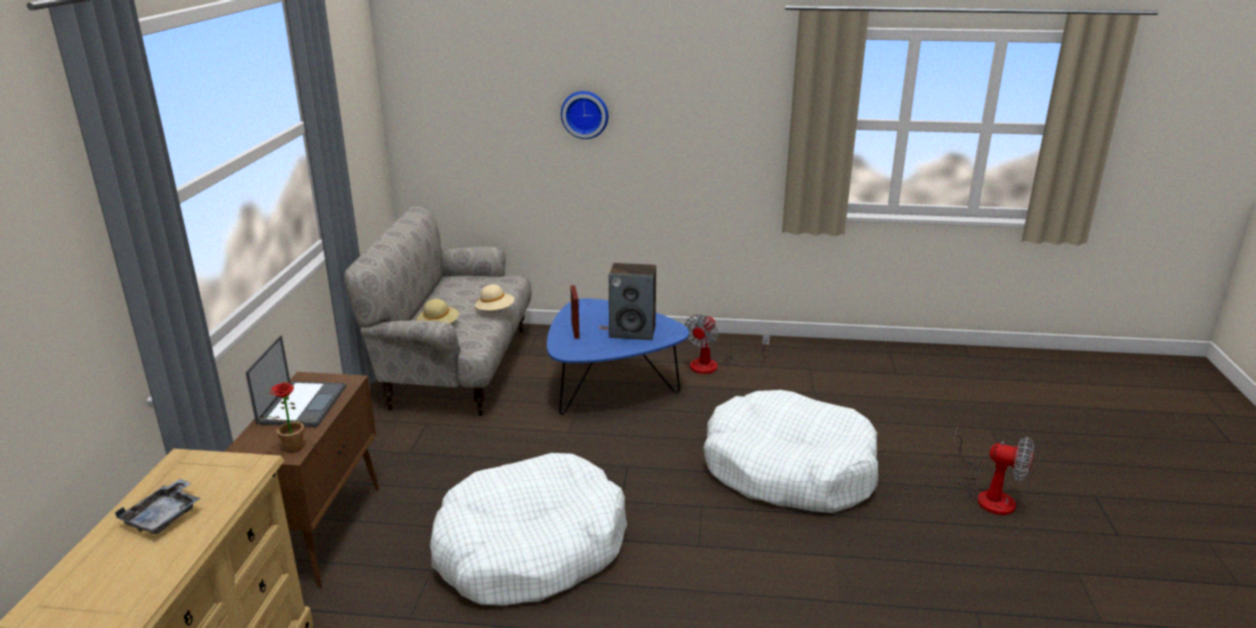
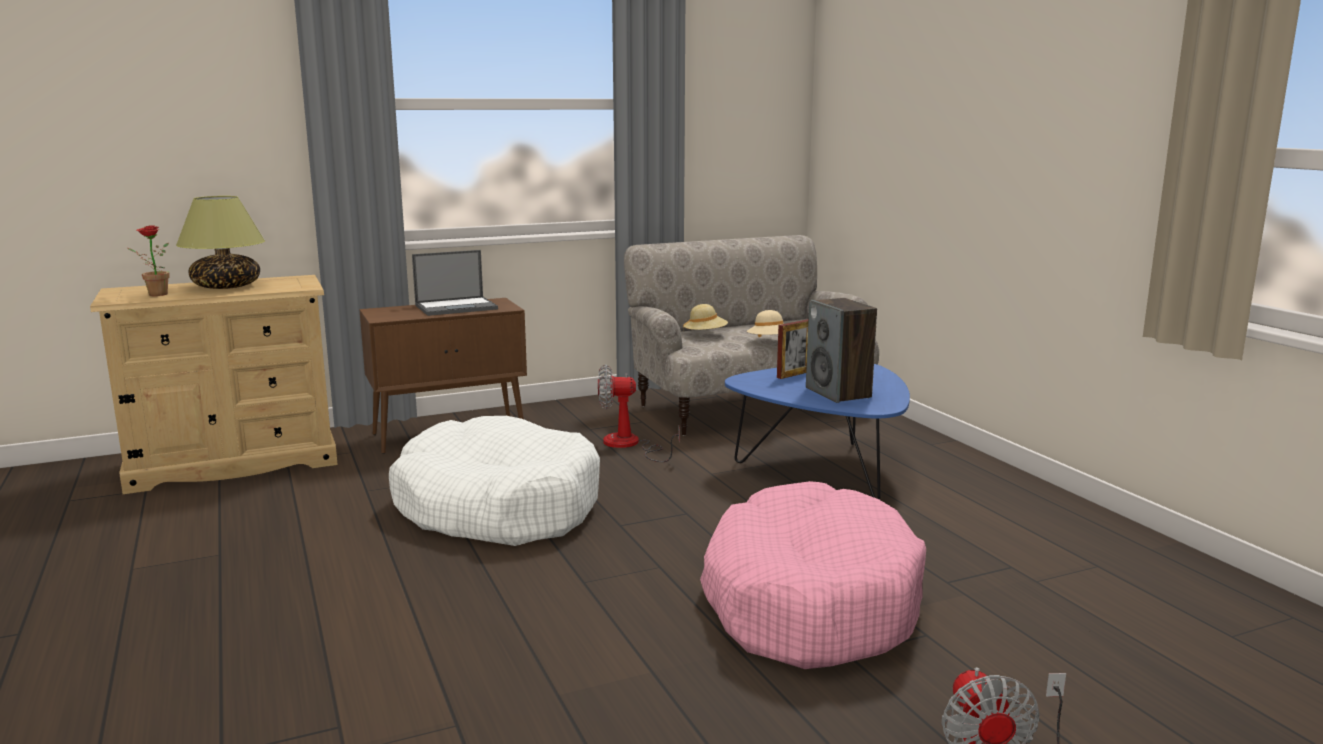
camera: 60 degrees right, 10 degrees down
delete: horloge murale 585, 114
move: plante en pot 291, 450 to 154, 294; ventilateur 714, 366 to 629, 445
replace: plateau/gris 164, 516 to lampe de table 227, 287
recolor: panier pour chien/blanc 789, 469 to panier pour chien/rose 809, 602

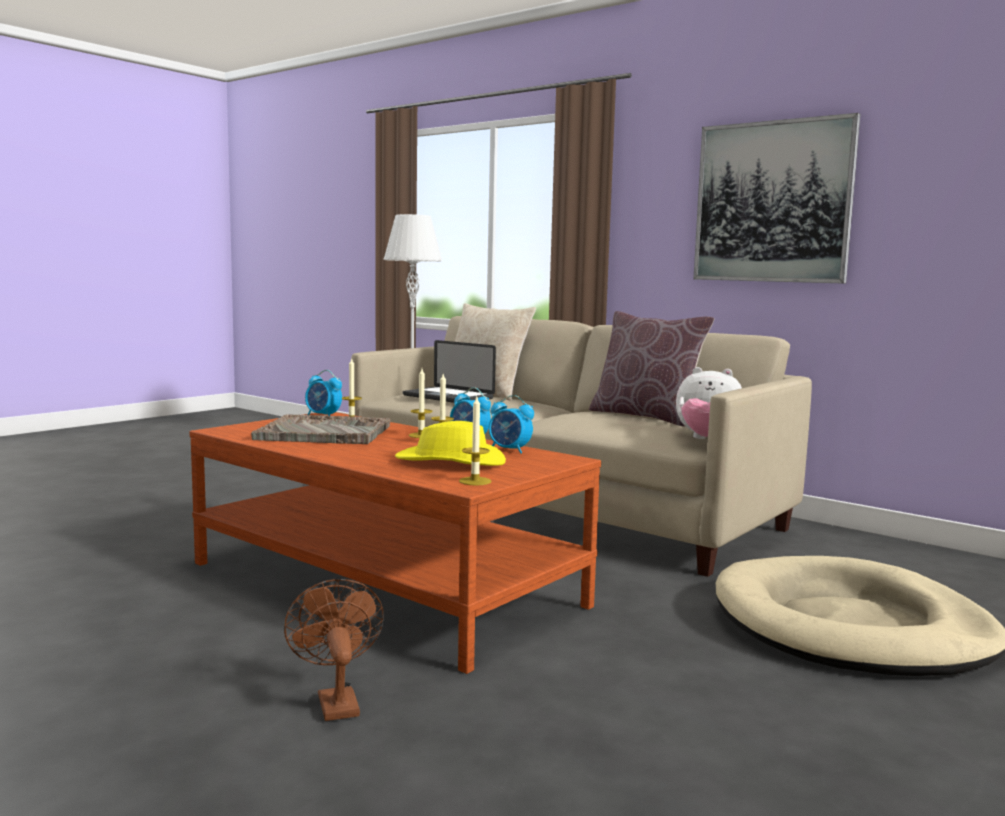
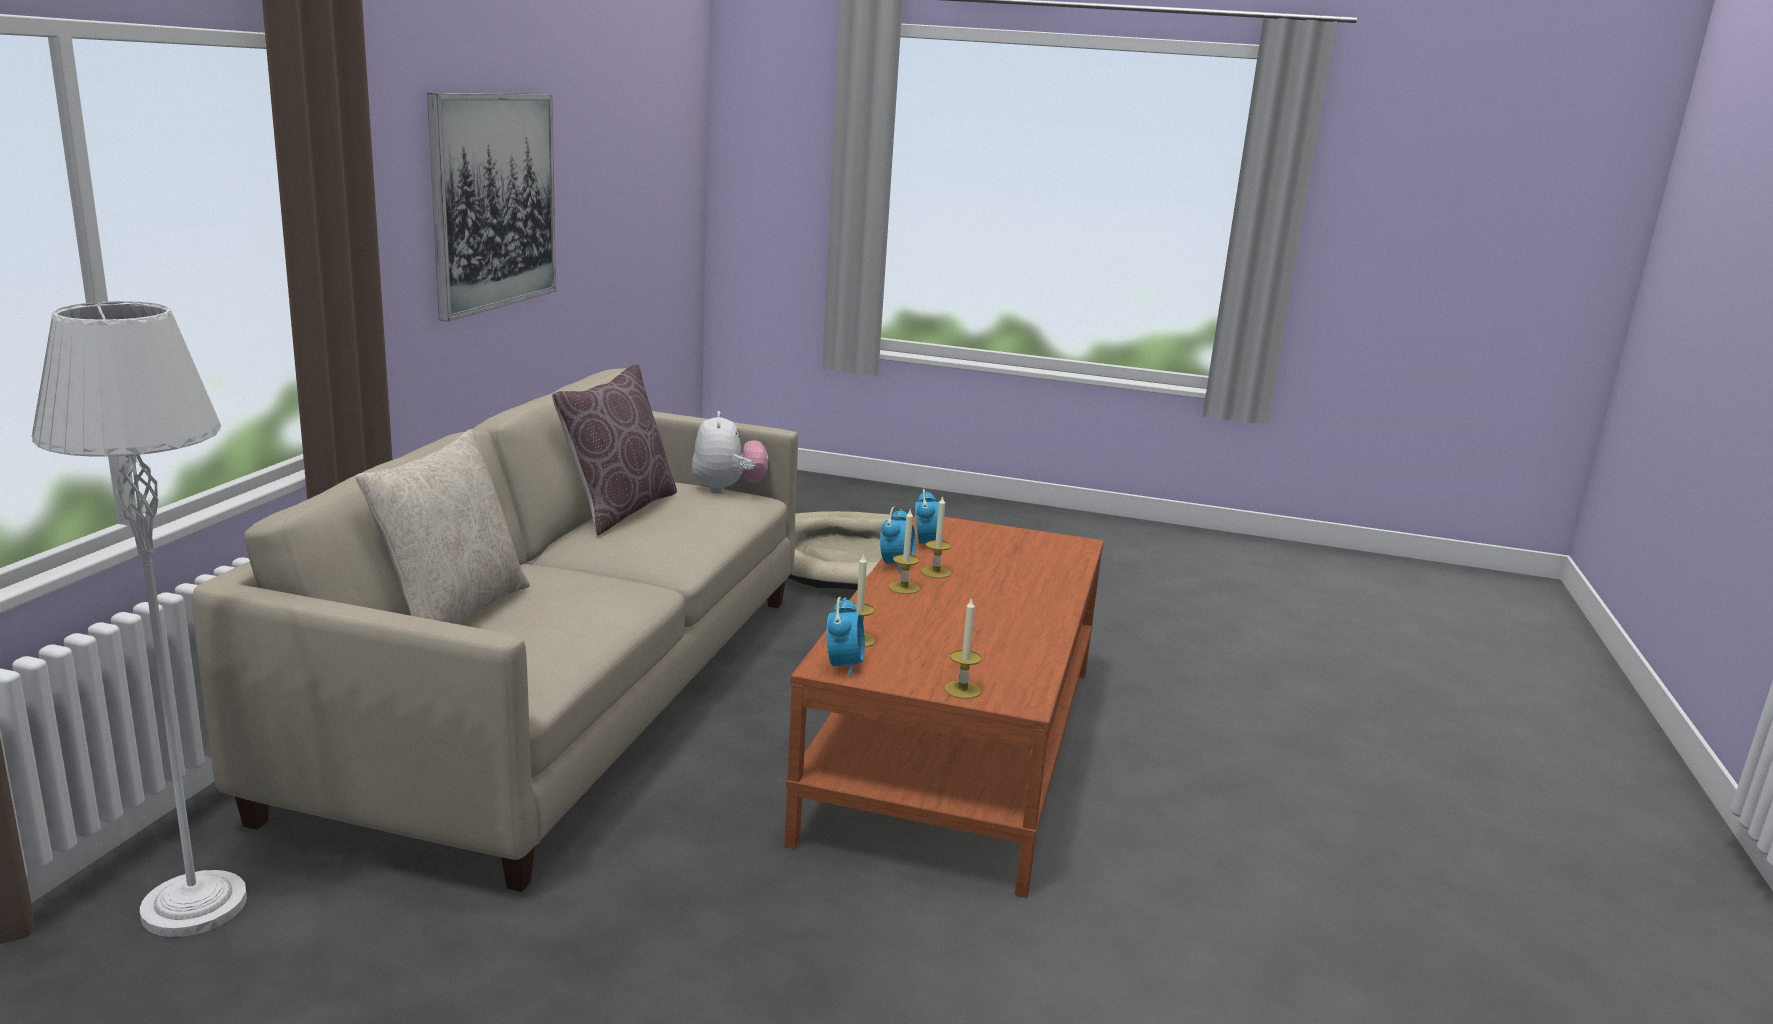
camera: 115 degrees left, 10 degrees up
delete: plateau/gris 325, 433; ventilateur/marron 335, 701; chapeau/jaune 451, 461; ordinateur portable 448, 397
move: bougie 475, 481 to 962, 690

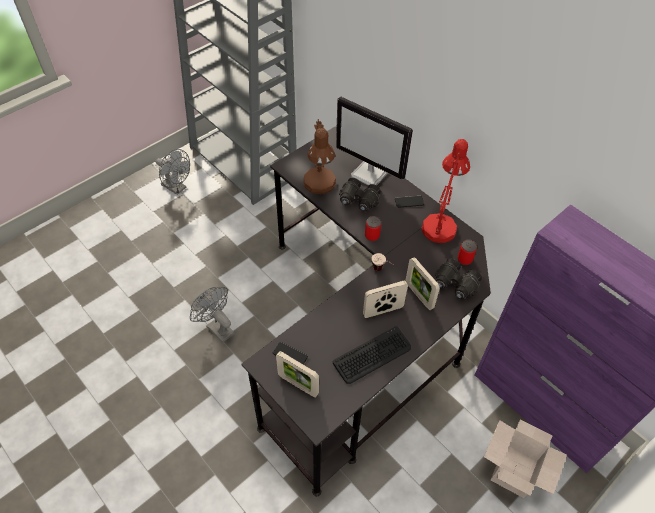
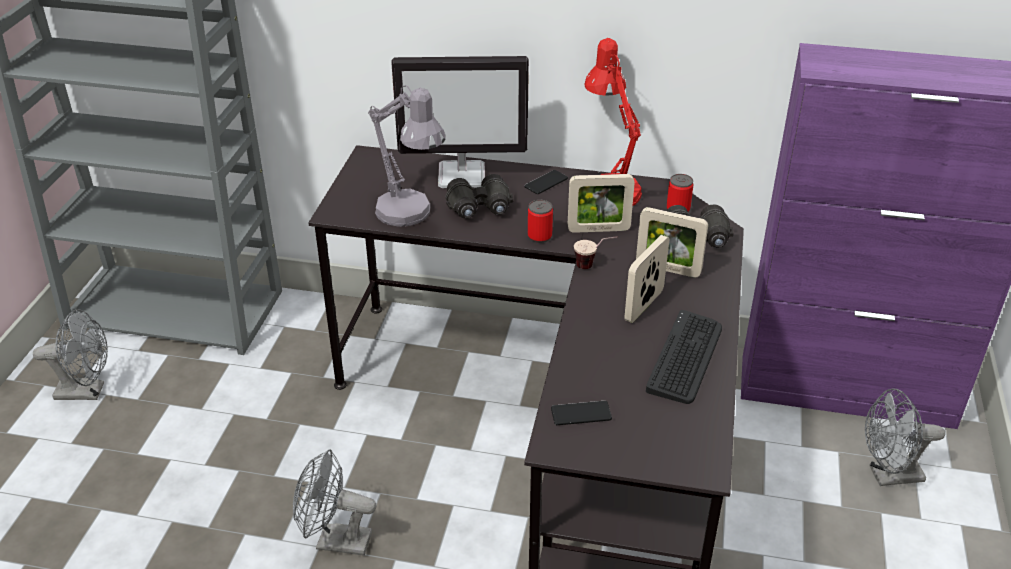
camera: 35 degrees left, 15 degrees down
move: cadre photo 298, 385 to 598, 229
replace: carton 514, 472 to ventilateur/gris 888, 476
recolor: lampe de table/marron 320, 187 to lampe de table/gris 410, 216

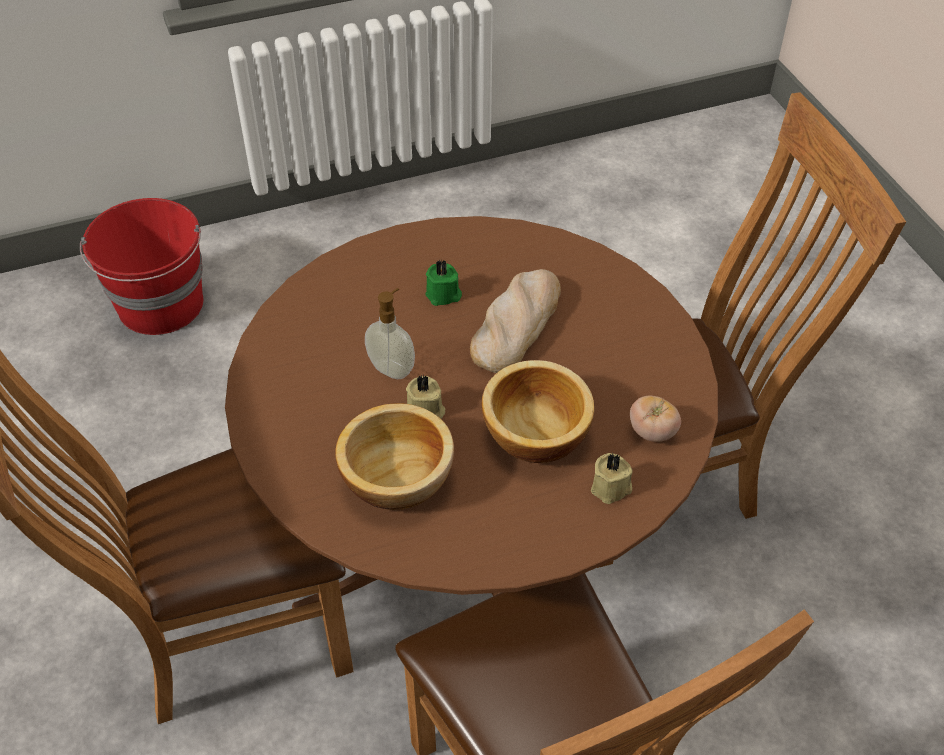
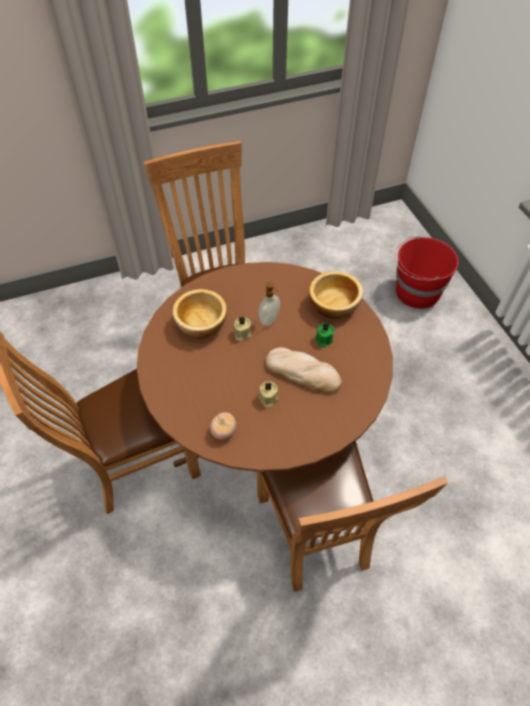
camera: 90 degrees right, 5 degrees up
move: bol 534, 432 to 334, 304; bougie/beige 611, 488 to 267, 399

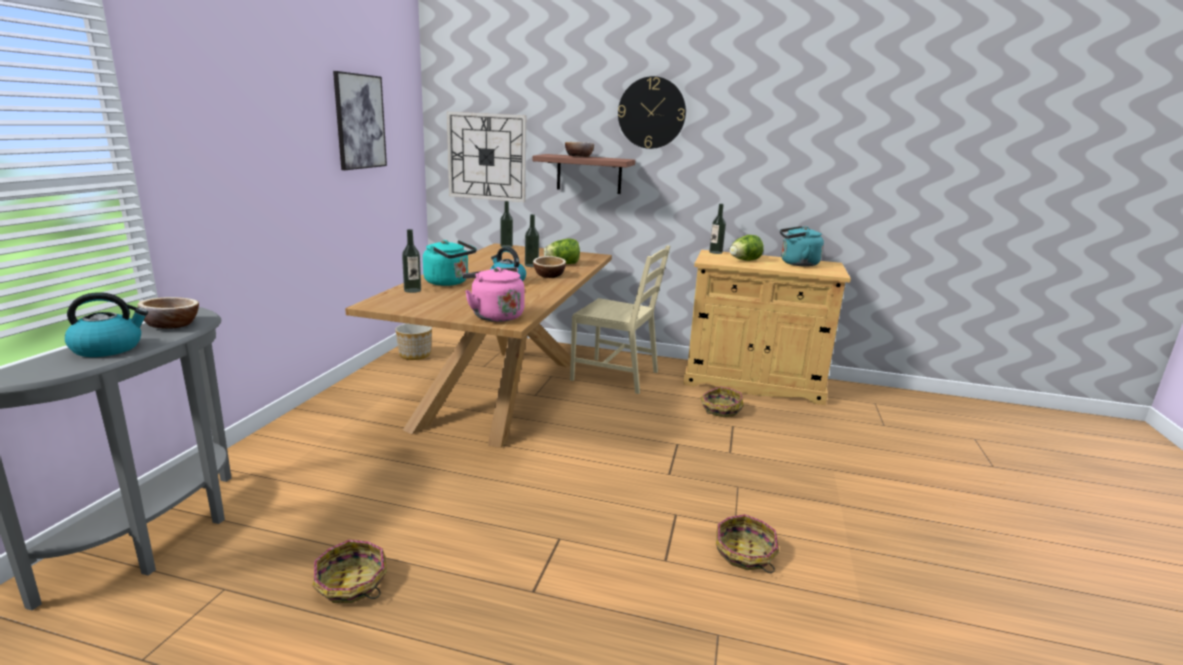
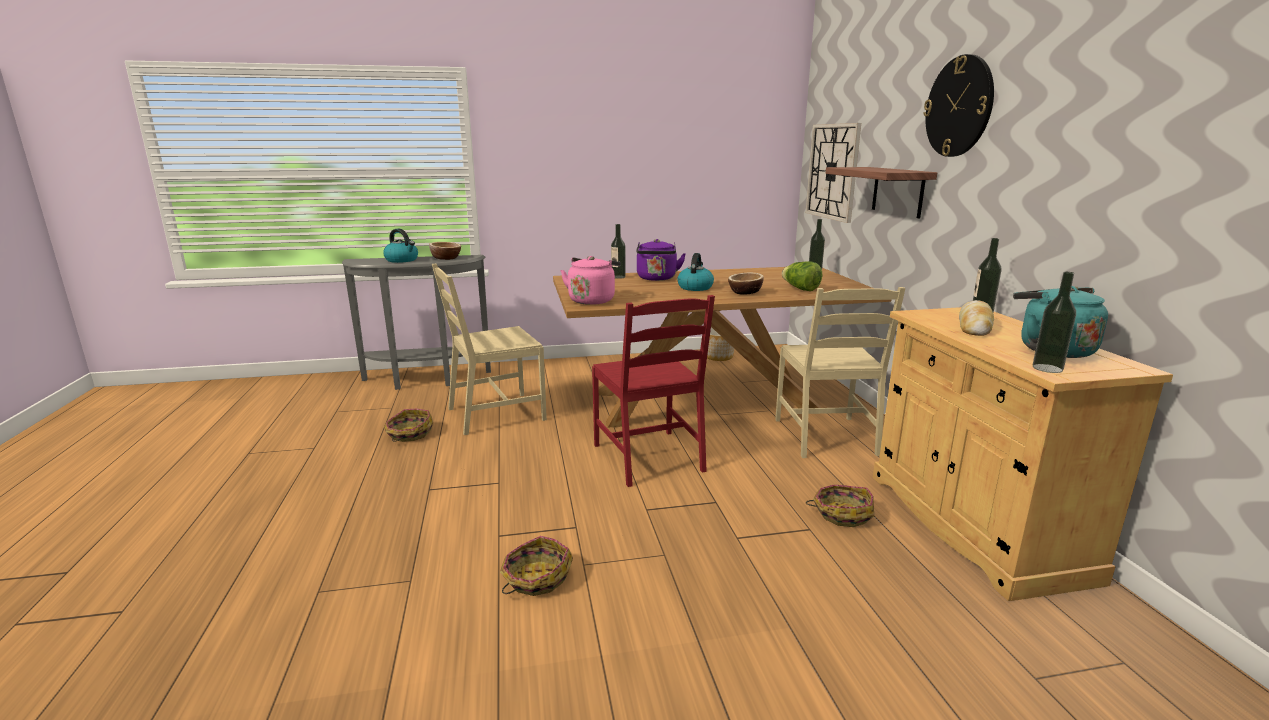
camera: 65 degrees right, 0 degrees up
delete: tableau 360, 121; bol 579, 156
insert: chaise/beige 495, 414; chaise/rouge 650, 458
move: bouteille 531, 265 to 1047, 368
replace: laitue 744, 260 to pain 974, 326
recolor: bouilloire/turquoise 449, 282 to bouilloire/violet 657, 279

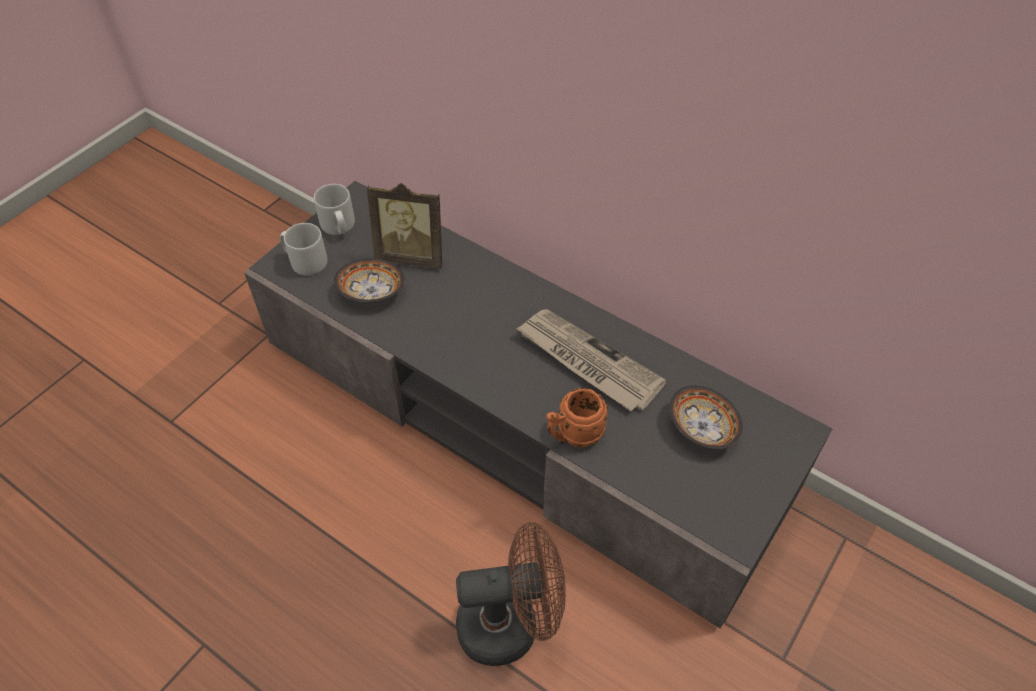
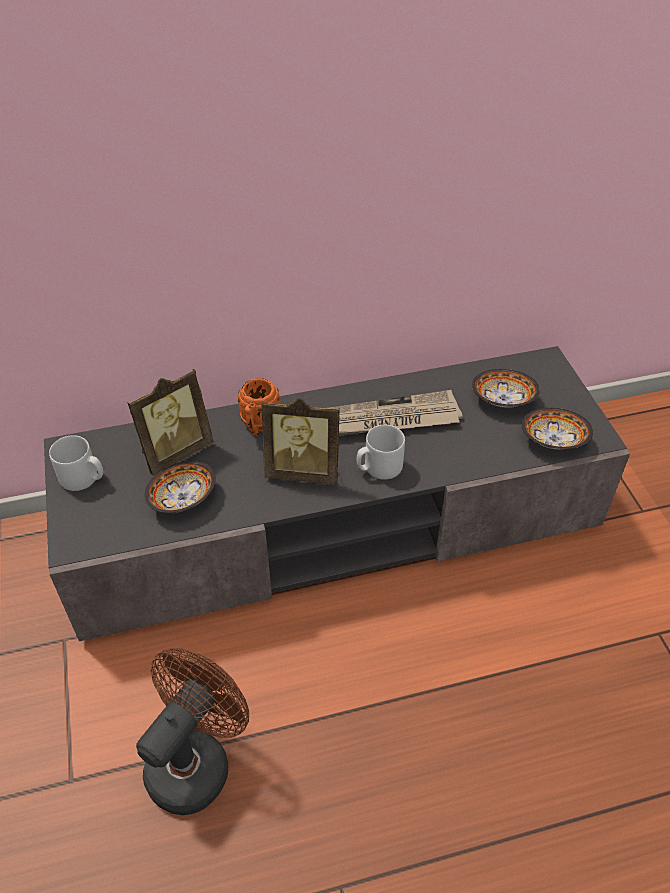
camera: 50 degrees left, 5 degrees down
insert: cadre photo 303, 470; bol 554, 442
move: mug/gris 305, 261 to 378, 467; ventilateur/marron 511, 624 to 196, 760; mug/orange 573, 435 to 258, 426

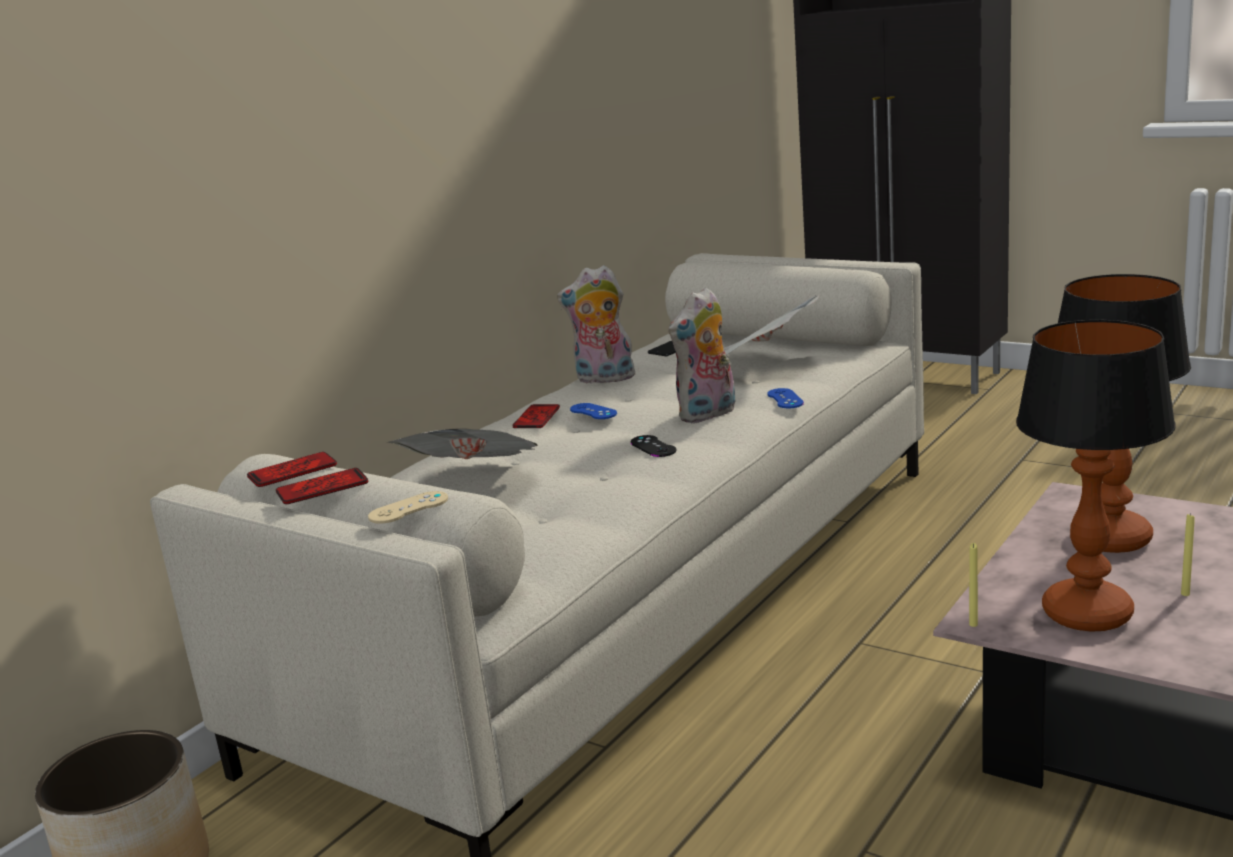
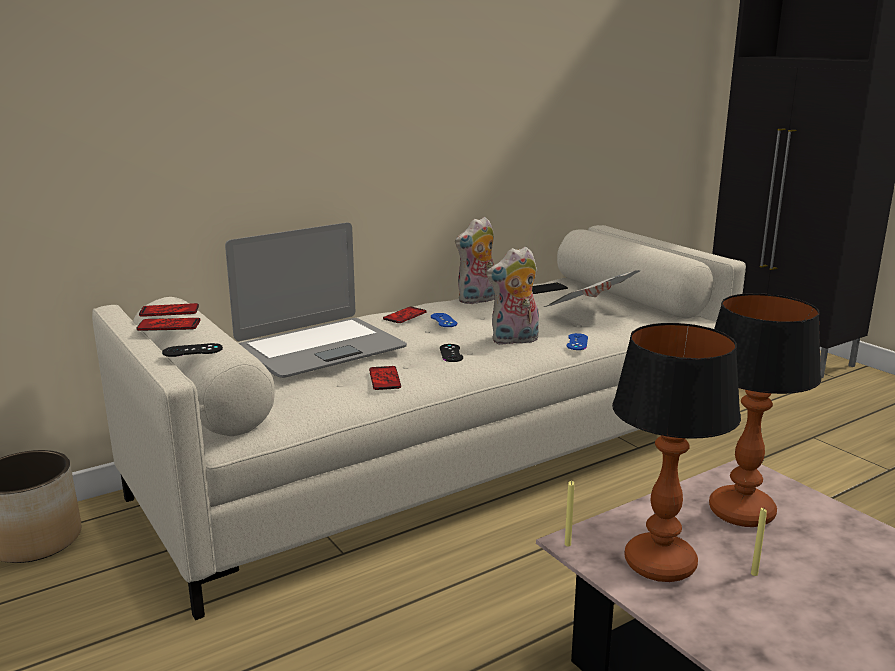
camera: 20 degrees right, 0 degrees up
insert: téléphone 384, 379
replace: journal 474, 482 to ordinateur portable 320, 349
recolor: manette/beige 408, 508 to manette/noir 192, 350
rotate: peluche 603, 379 = 477, 300 60 degrees counterclockwise

